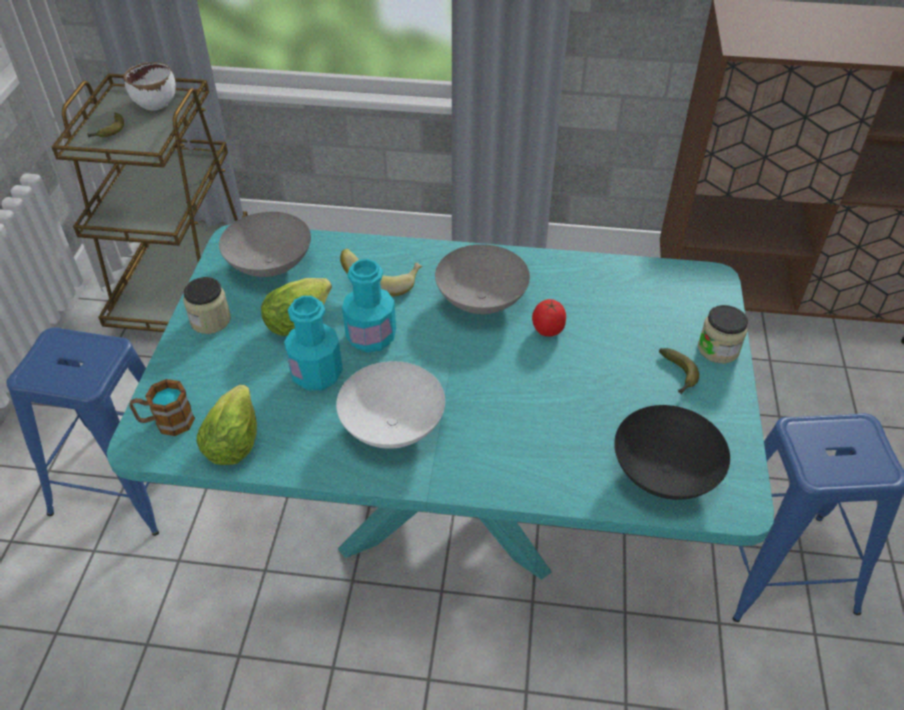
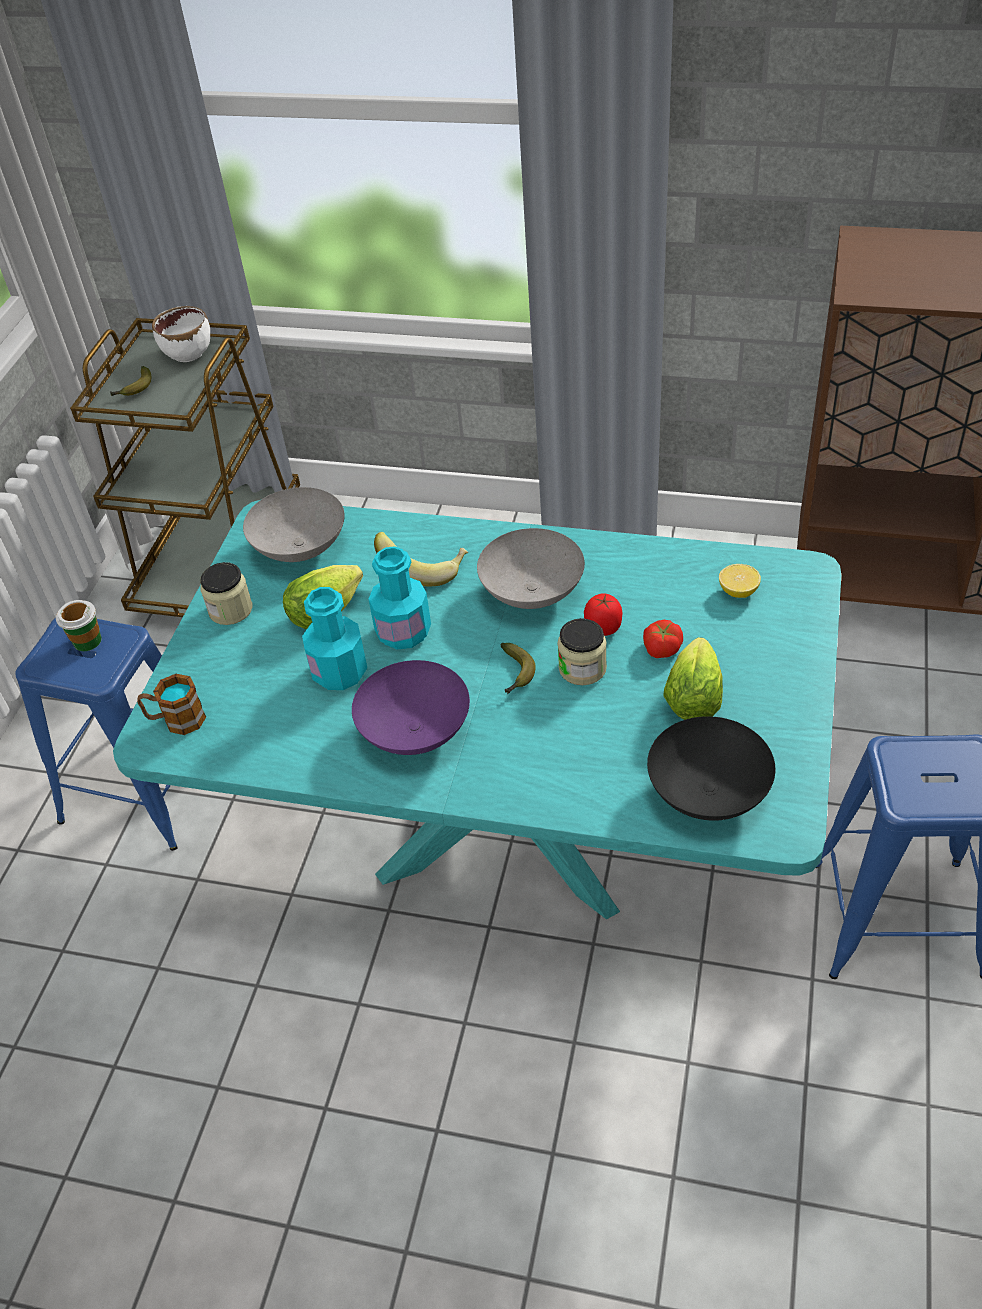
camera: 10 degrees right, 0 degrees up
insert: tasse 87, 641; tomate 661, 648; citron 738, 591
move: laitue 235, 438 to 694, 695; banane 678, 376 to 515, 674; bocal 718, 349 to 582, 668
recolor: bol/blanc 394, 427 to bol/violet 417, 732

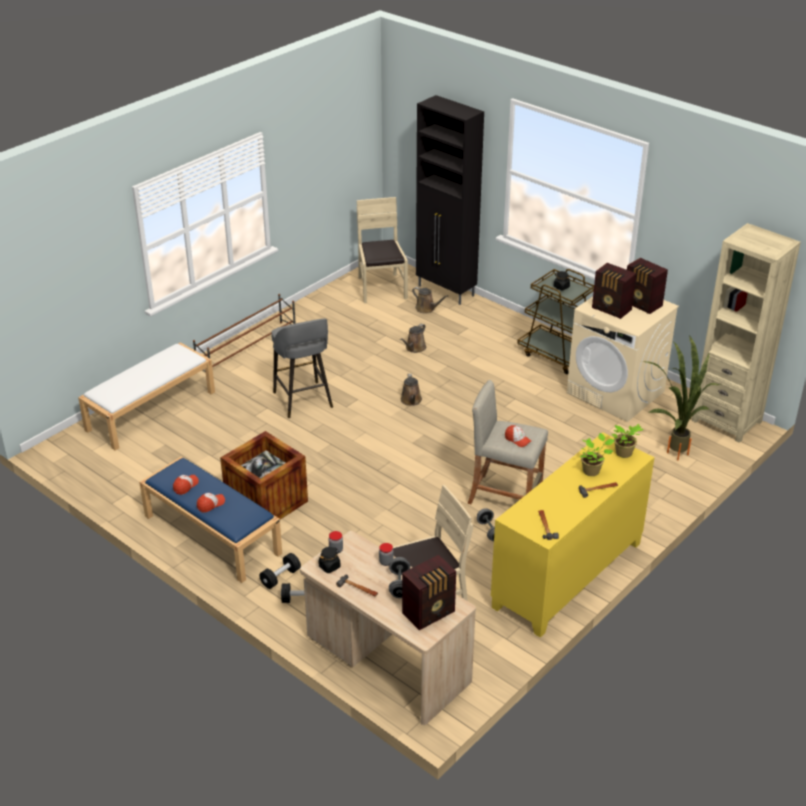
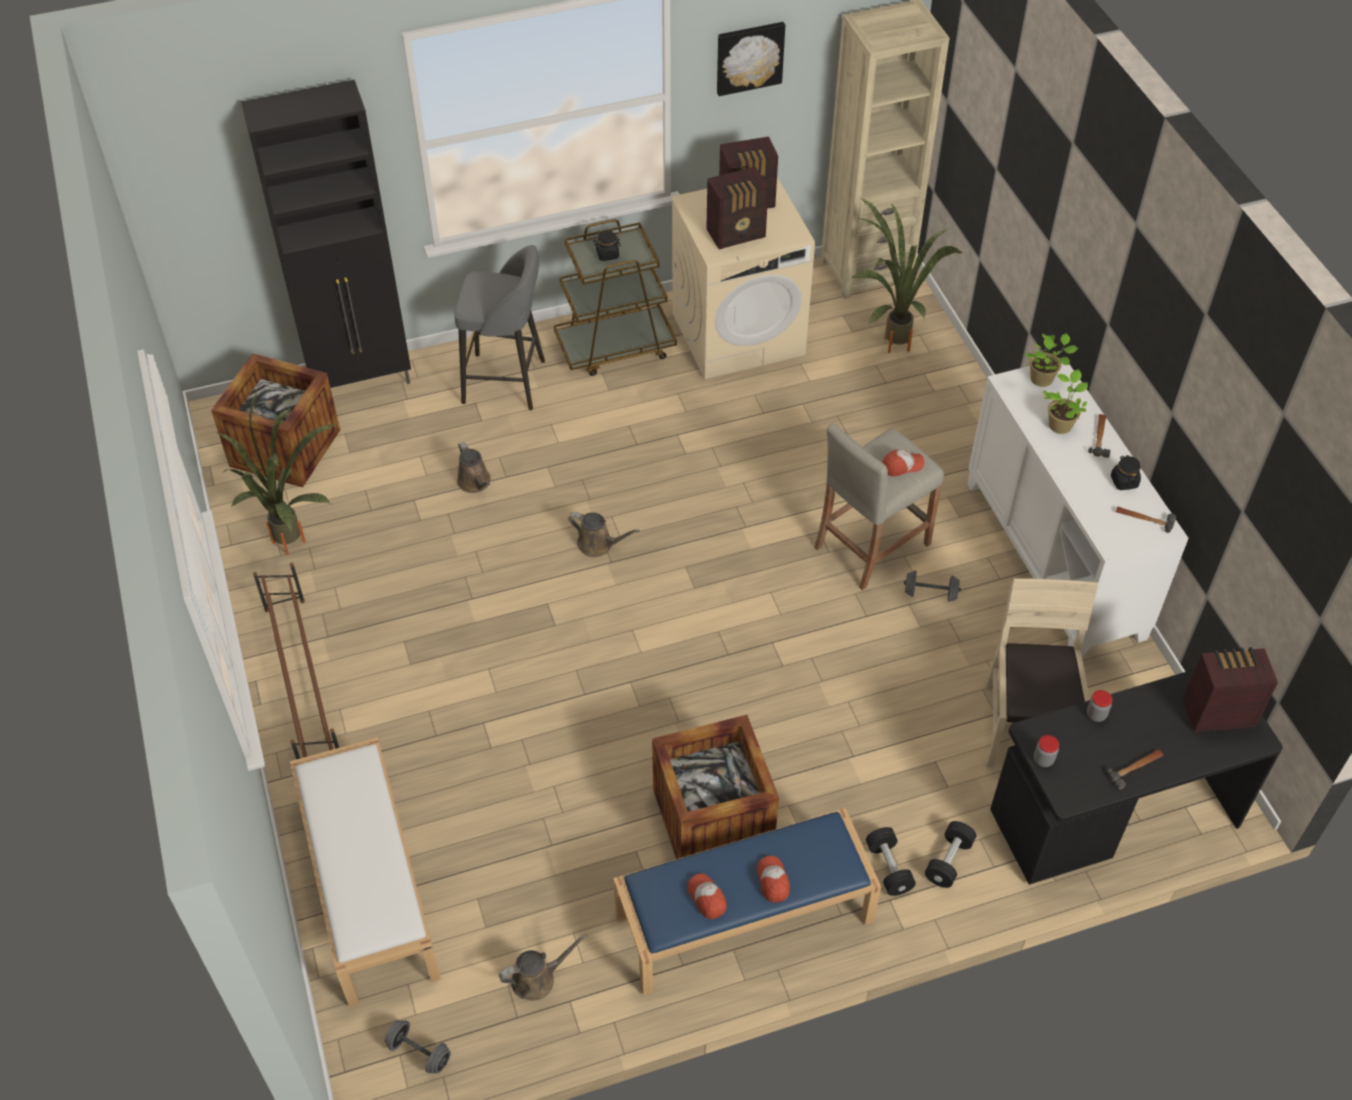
camera: 60 degrees left, 15 degrees up
insert: plante en pot 292, 549; tableau 749, 57
move: tabouret/gris 303, 401 to 507, 382; bocal/noir 329, 566 to 1124, 481; haltère/gris 399, 585 to 419, 1053; arrosoir/marron 426, 309 to 537, 979
replace: chaise/beige 381, 288 to caisse 285, 448
recolor: bureau/beige 386, 661 to bureau/noir 1113, 816; meuble de rangement/jaune 568, 575 to meuble de rangement/blanc 1055, 559
rotate: radio 430, 613 = 1216, 712 90 degrees counterclockwise

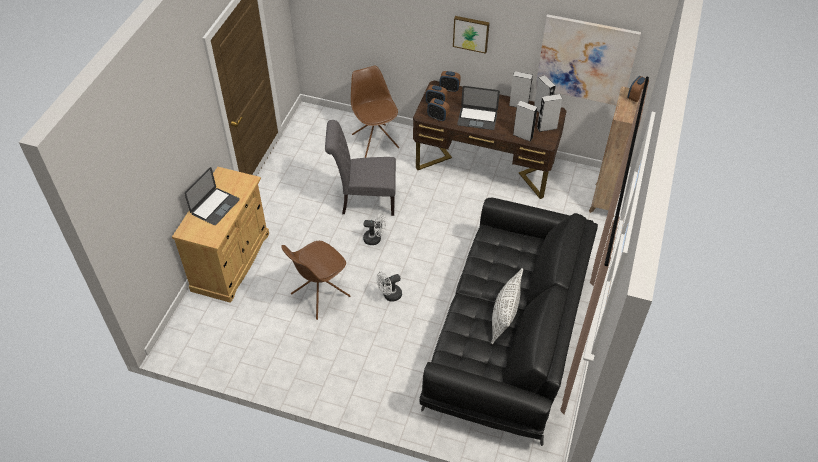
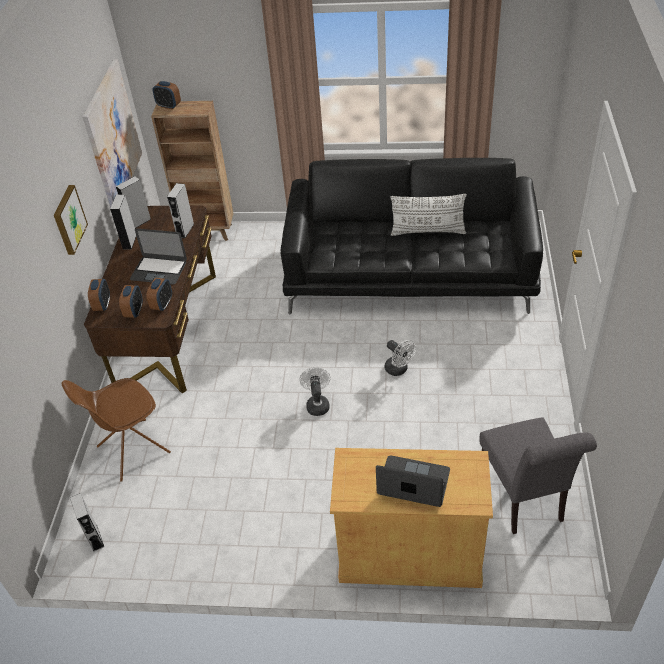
camera: 100 degrees left, 5 degrees down
delete: chaise/marron 319, 295
move: chaise/gris 364, 201 to 524, 499; enceinte/gris 547, 127 to 95, 538
rotate: ordinateur portable 477, 118 = 159, 270 105 degrees clockwise

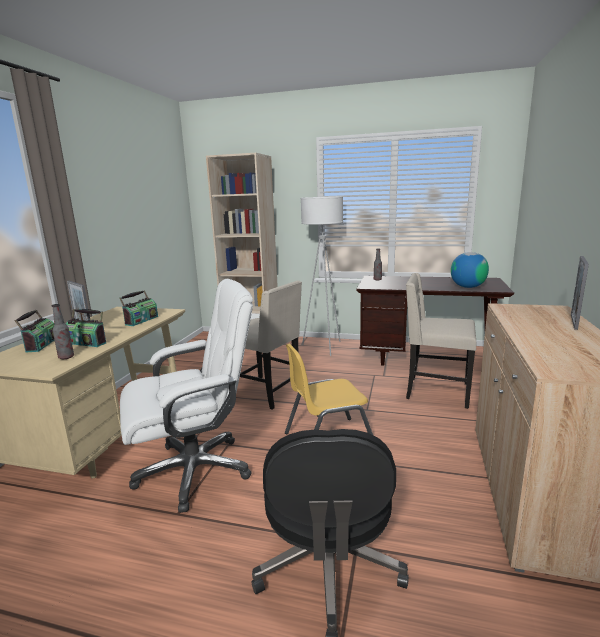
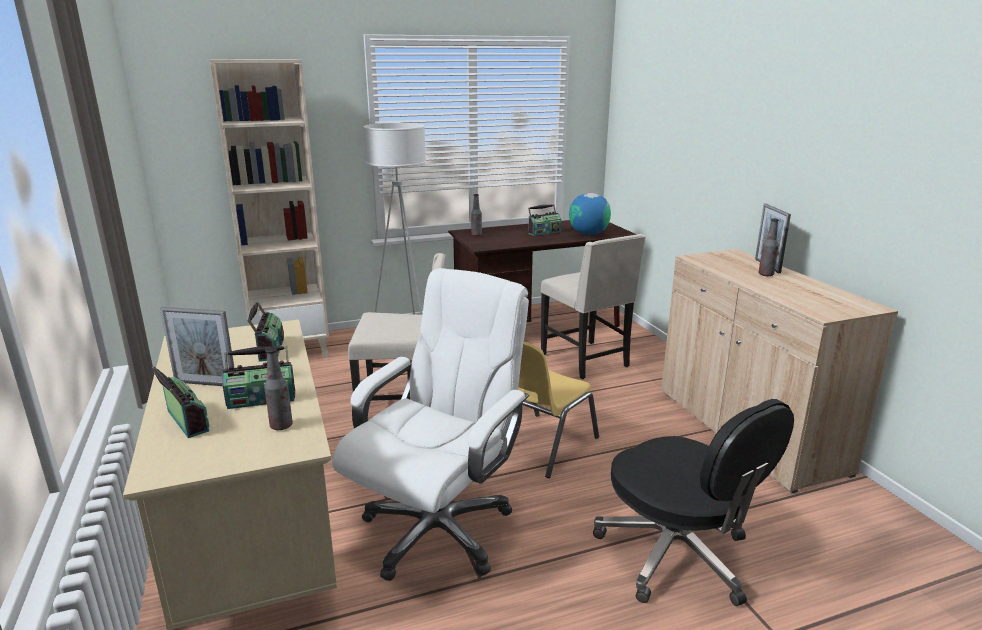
camera: 35 degrees left, 5 degrees up
insert: radio 544, 232; bouteille 766, 274
rotate: chaise/beige 436, 391 = 587, 361 105 degrees counterclockwise

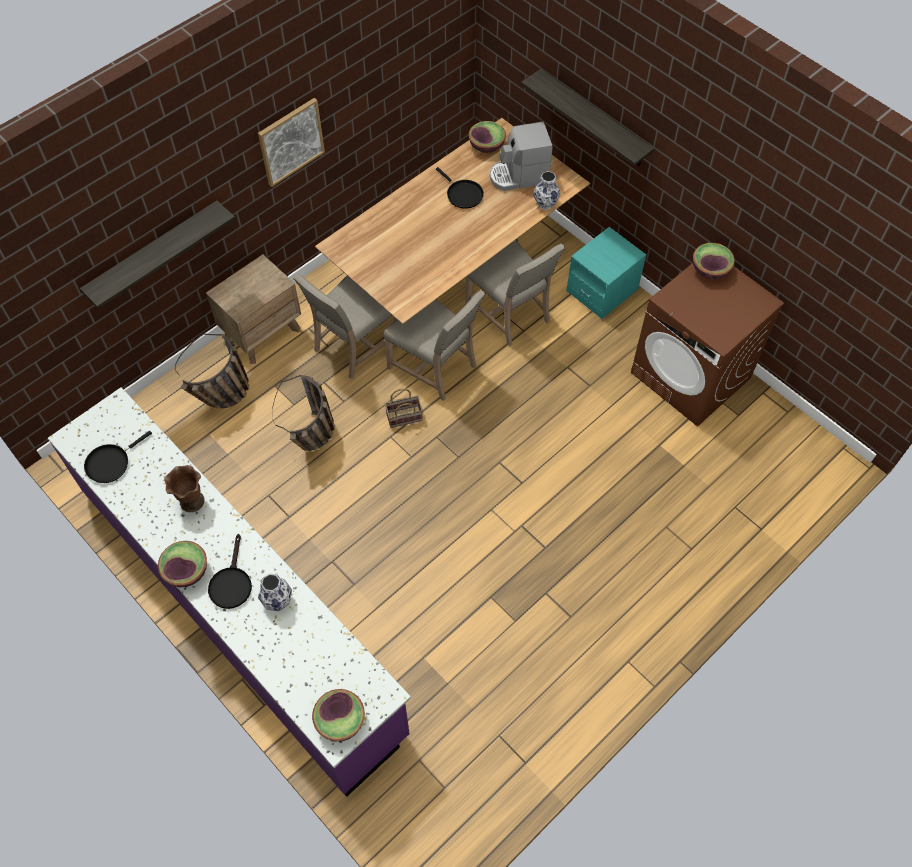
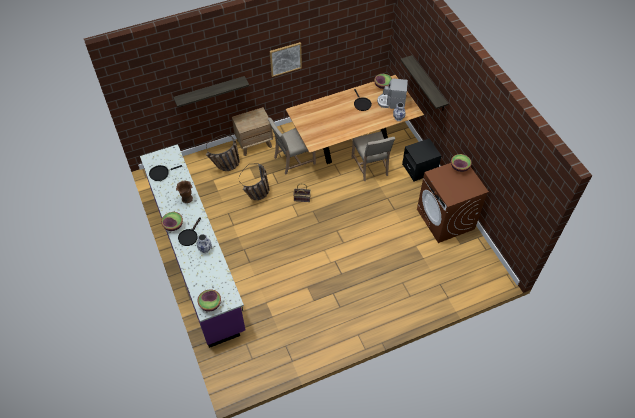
camera: 20 degrees right, 5 degrees down
delete: chaise/beige 435, 367
recolor: table de chevet/turquoise 602, 291 to table de chevet/noir 419, 169

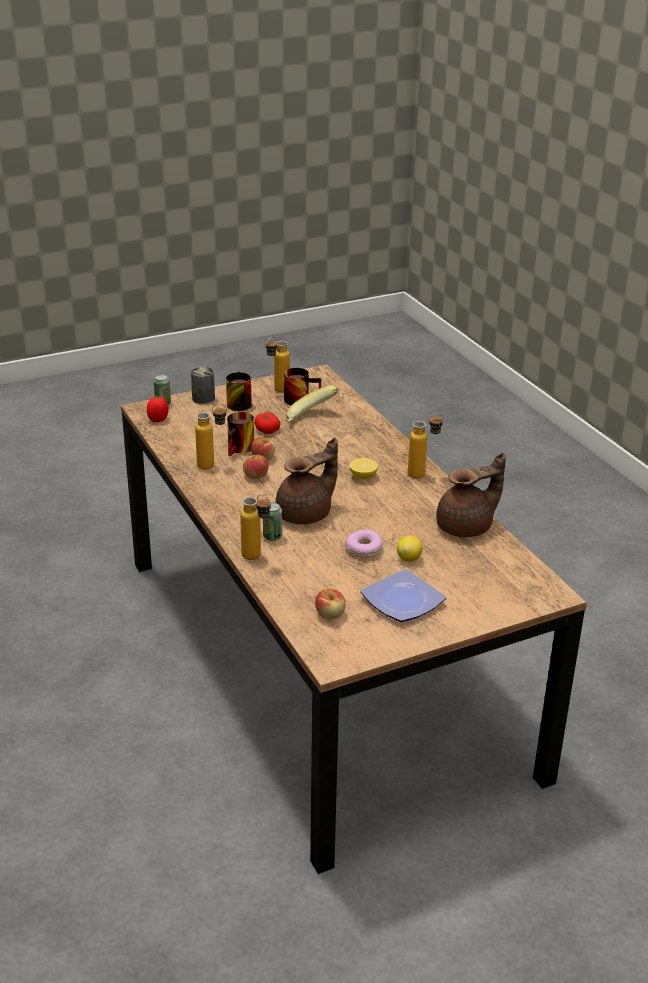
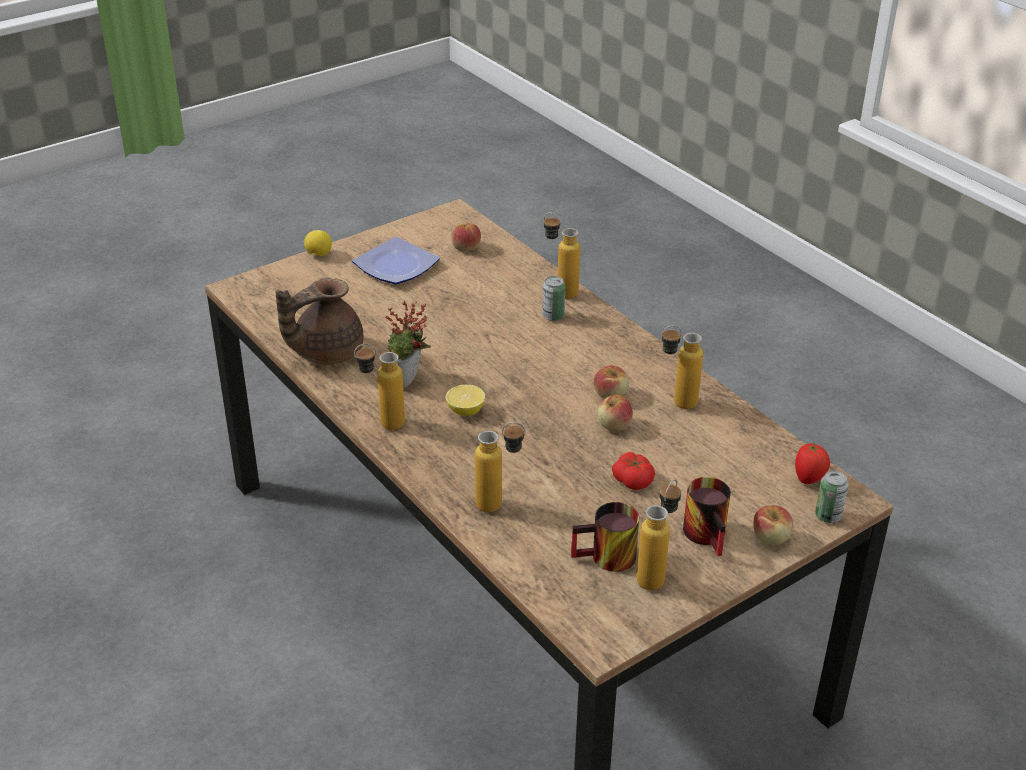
camera: 170 degrees right, 5 degrees up
delete: mug 241, 449; théière/marron 306, 514; banane 310, 419; beignet 364, 549
insert: plante en pot 409, 382; bouteille 499, 505
move: citron 409, 558 to 318, 255
replace: boîte métallique 203, 399 to pomme 771, 537

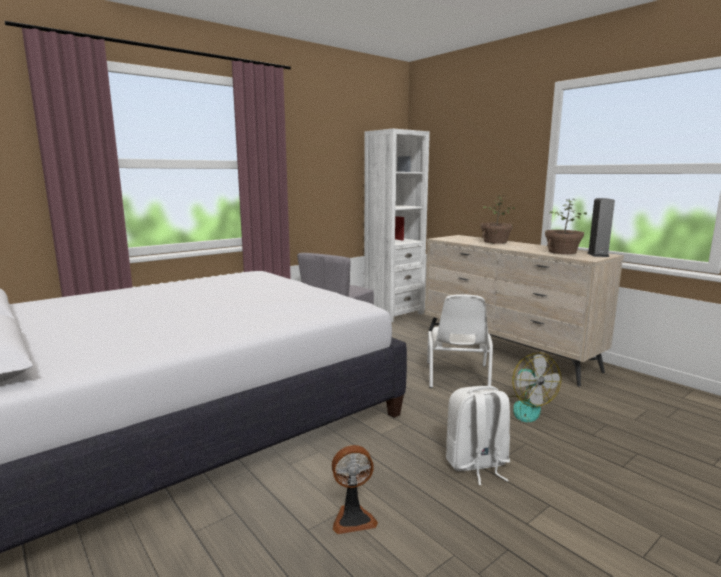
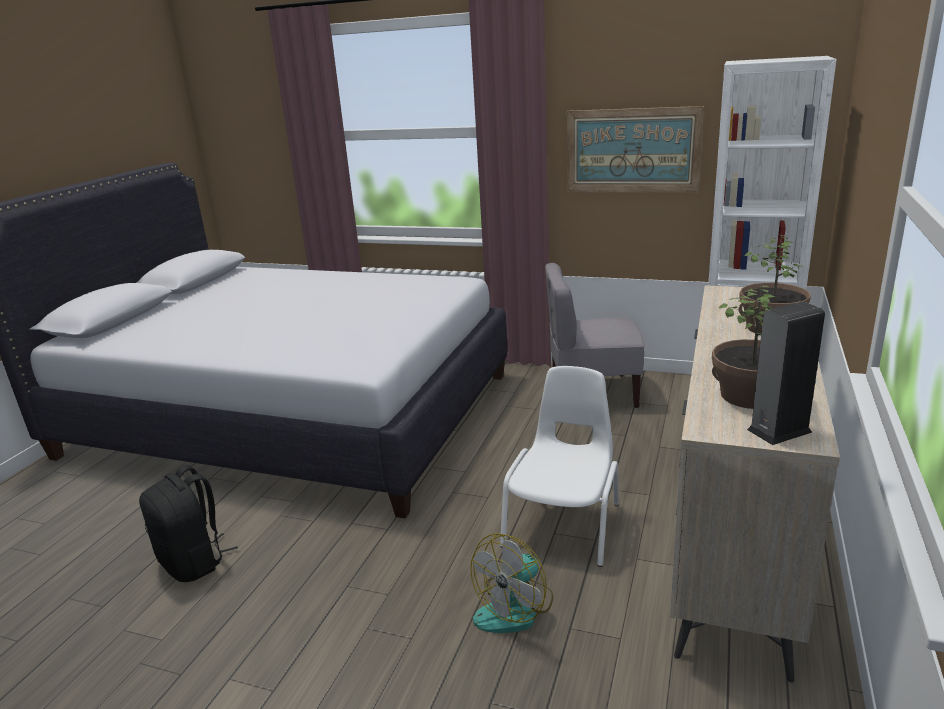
camera: 60 degrees right, 10 degrees up
delete: sac à dos/blanc 476, 464
insert: tableau 632, 150
replace: ventilateur 353, 518 to sac à dos/noir 194, 562
rotate: chaise/blanc 457, 377 = 564, 523 135 degrees clockwise

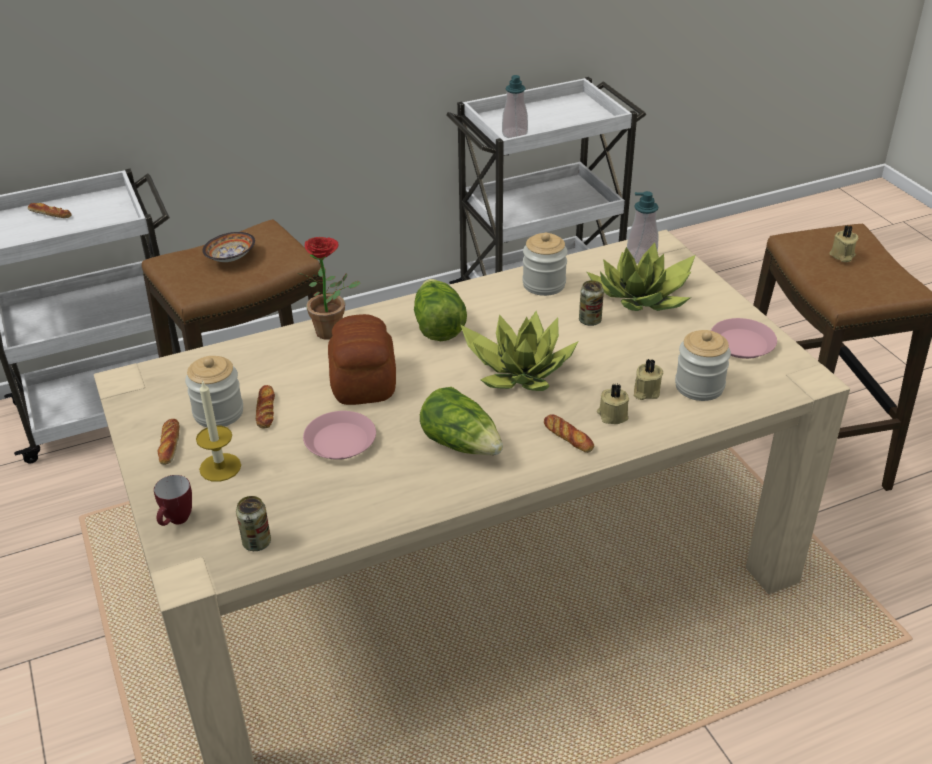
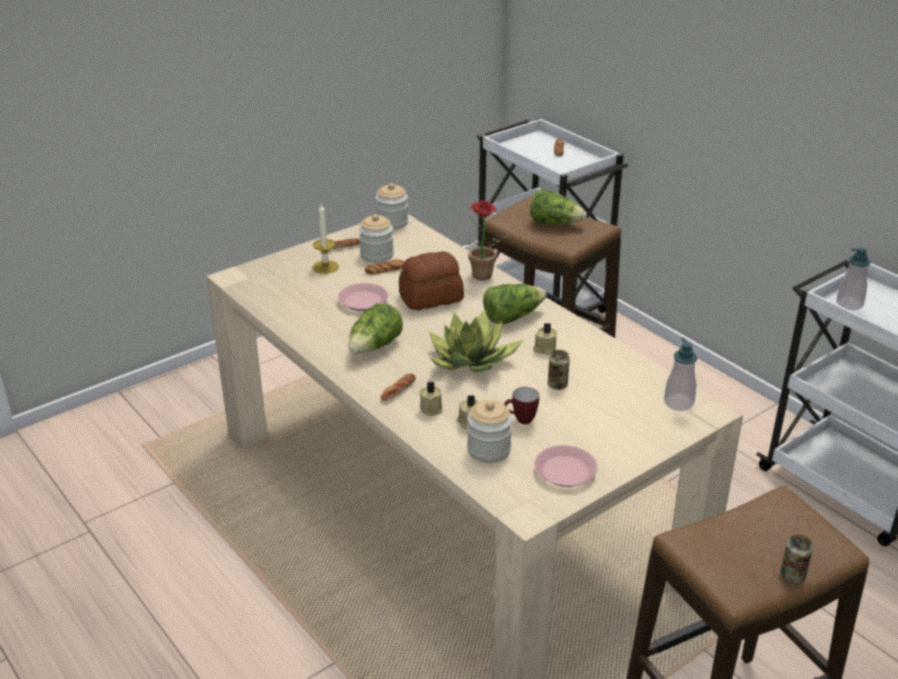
camera: 75 degrees right, 5 degrees down
delete: plante en pot 643, 298
move: mug 177, 522 to 520, 420; boîte métallique 257, 542 to 792, 576; bocal 544, 284 to 392, 223; bougie/beige 842, 255 to 544, 349
replace: bol 229, 258 to laitue 555, 223

